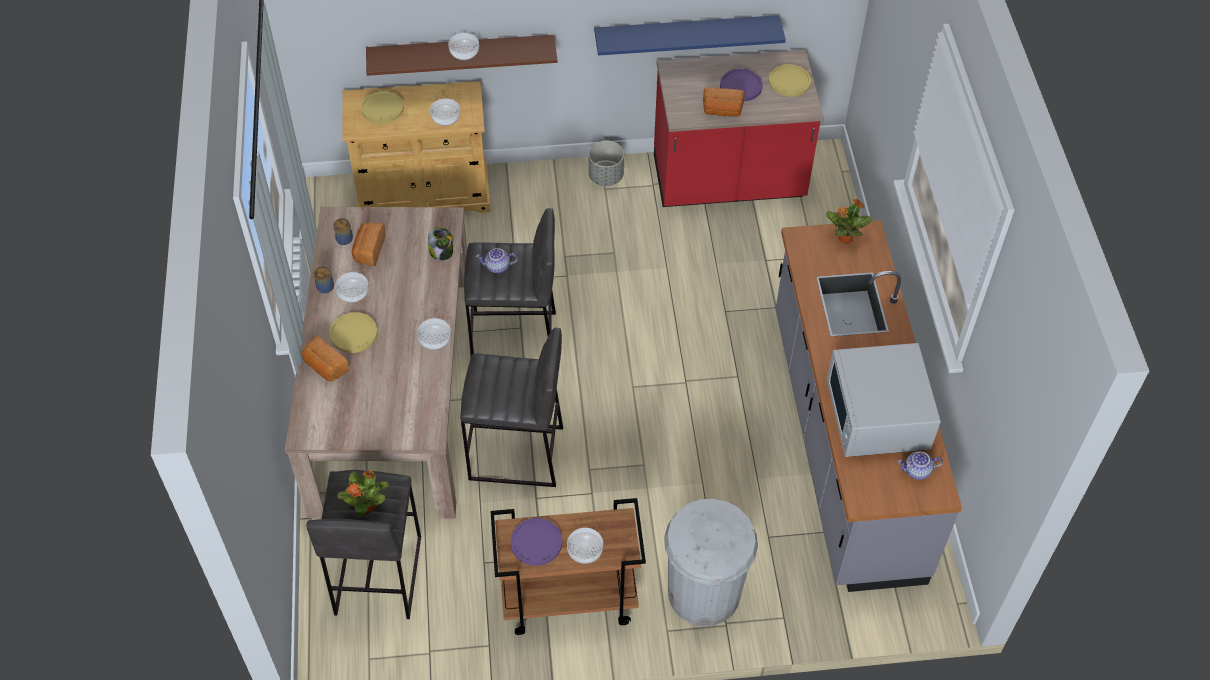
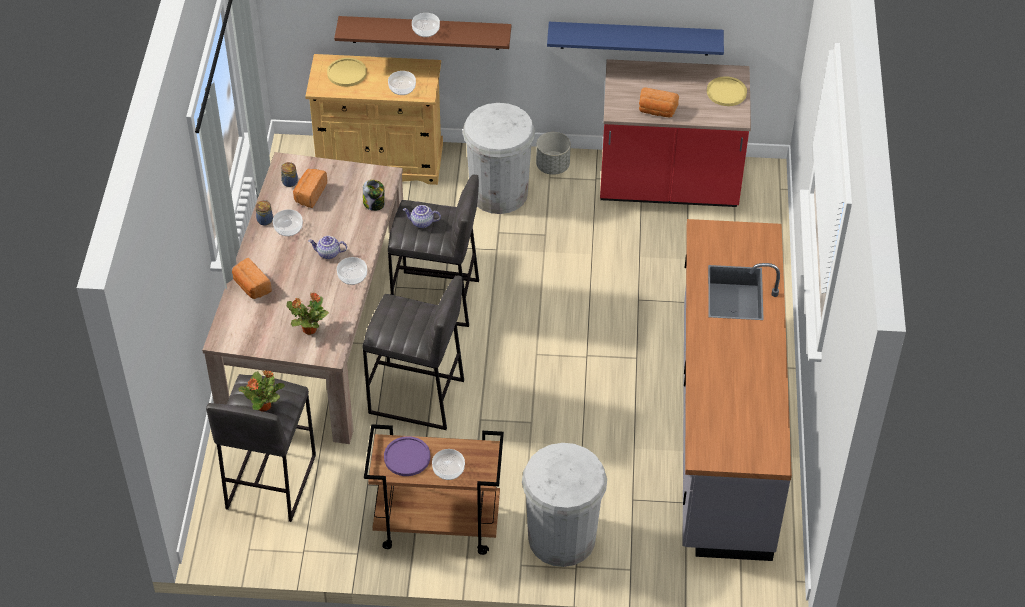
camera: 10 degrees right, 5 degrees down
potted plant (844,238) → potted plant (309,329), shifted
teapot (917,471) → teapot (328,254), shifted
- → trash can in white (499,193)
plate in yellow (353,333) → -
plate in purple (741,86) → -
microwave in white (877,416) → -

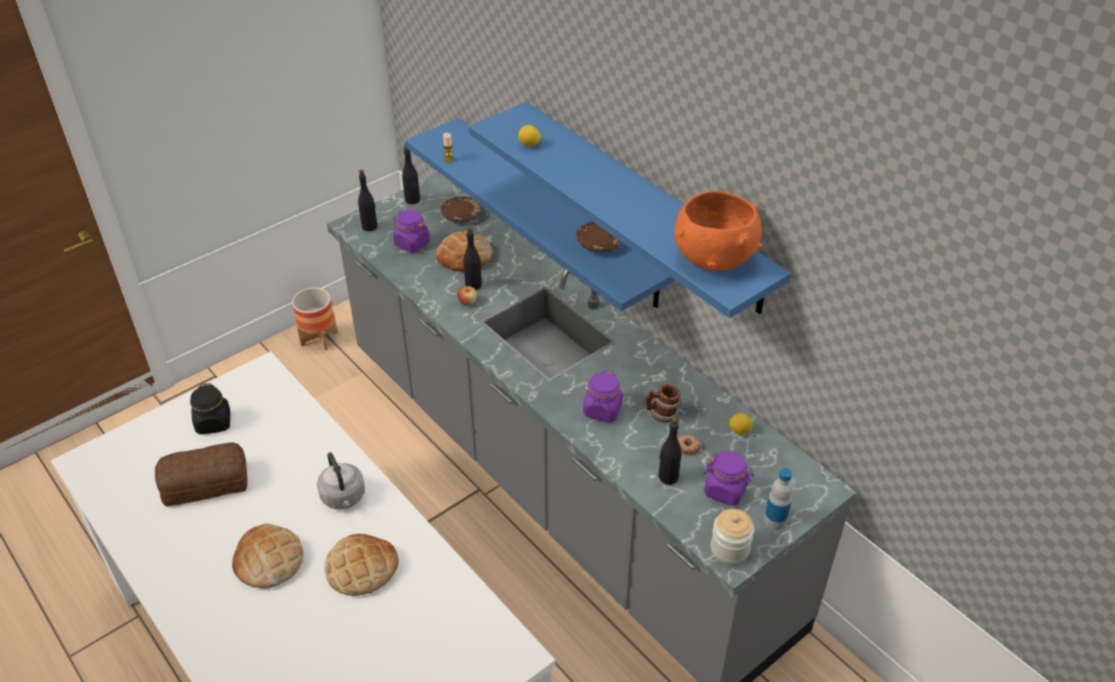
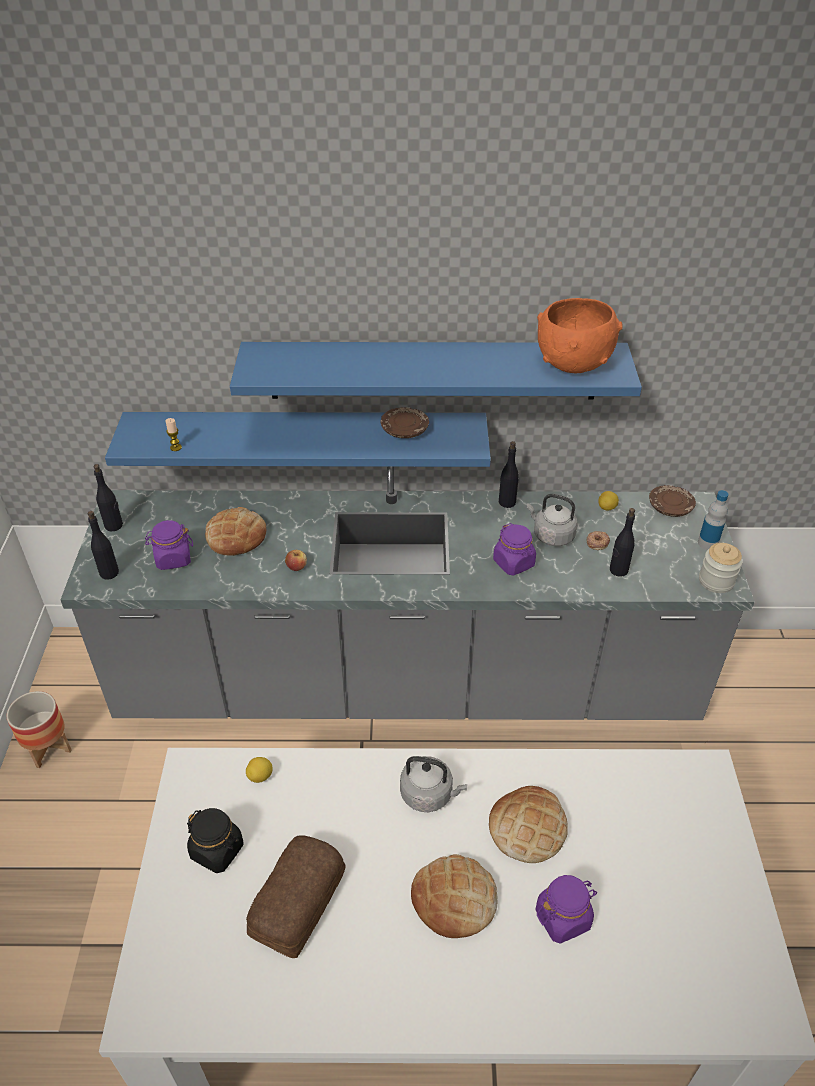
camera: 50 degrees left, 0 degrees up
lemon (529,145) → lemon (260,776), shifted
bottle in black (473,285) → bottle in black (507,502), shifted
mug (661,414) → kettle in grey (551,535)
jar in purple (725,490) → jar in purple (563,918), shifted
plate in brown (461,215) → plate in brown (670,507), shifted

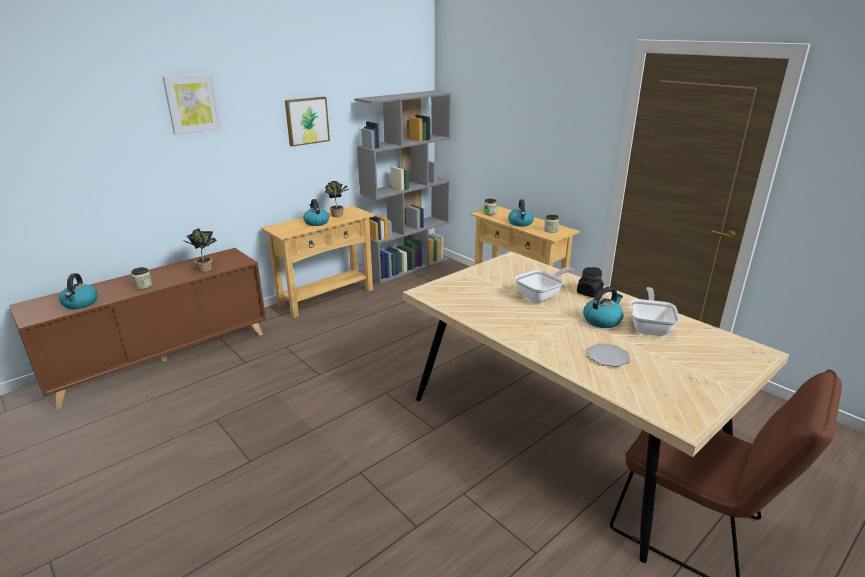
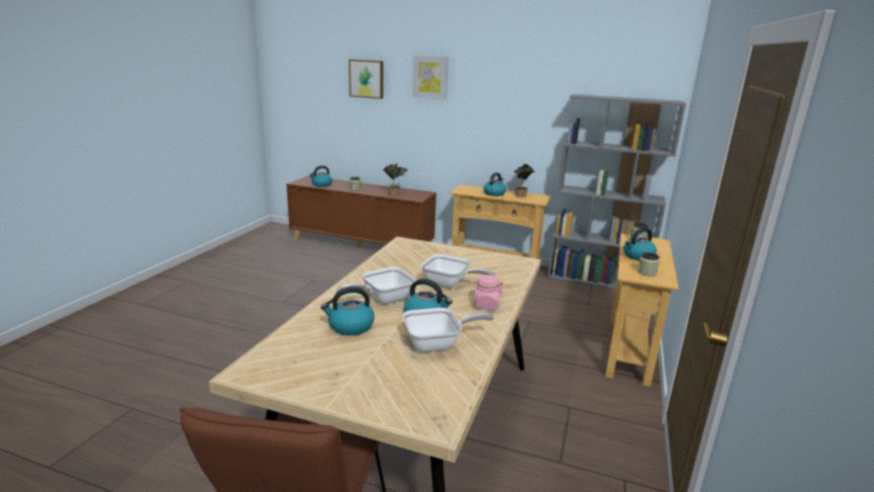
camera: 60 degrees right, 5 degrees down
plate (608,356) → kettle (350,327)
- → frying pan (382,299)
picture (306,121) → picture (367,78), shifted
jar in black (589,293) → jar in pink (485,305)

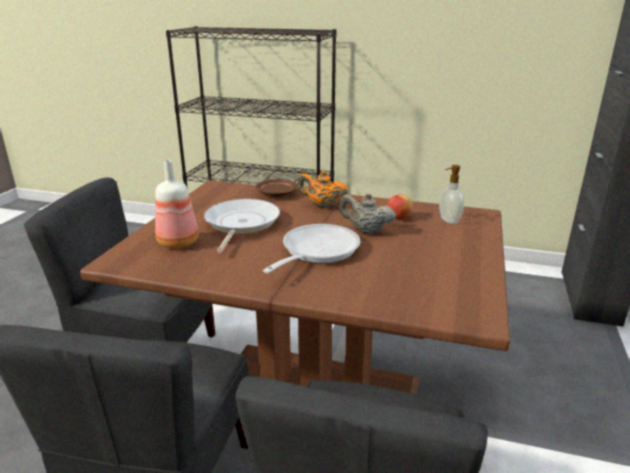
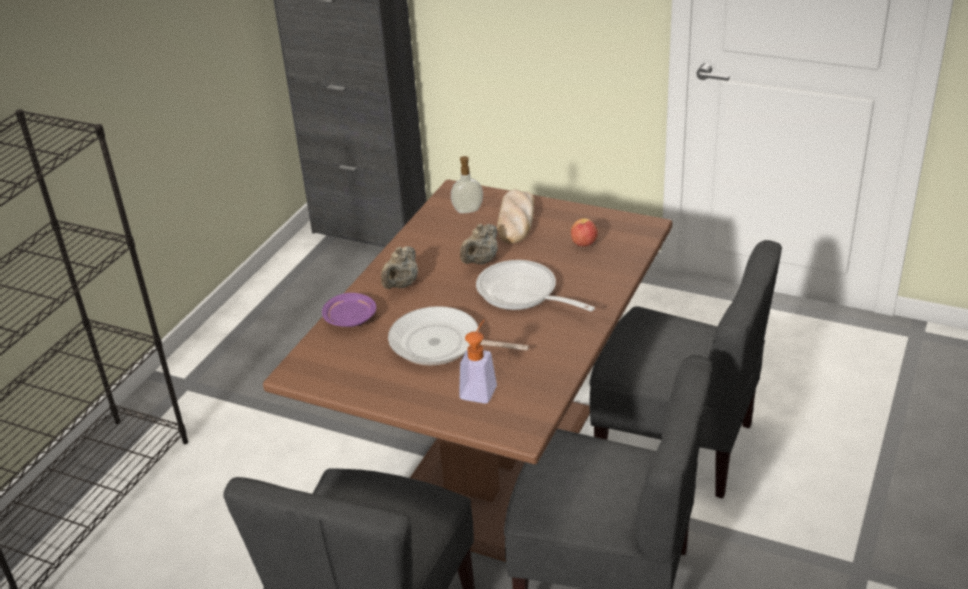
camera: 80 degrees left, 10 degrees up
plate in brown (276,194) → plate in purple (350,318)
teapot in orange (322,205) → teapot in beige (401,285)
bottle (177,242) → soap dispenser (480,388)
- → bread (516,220)
apple (398,217) → apple (584,243), shifted

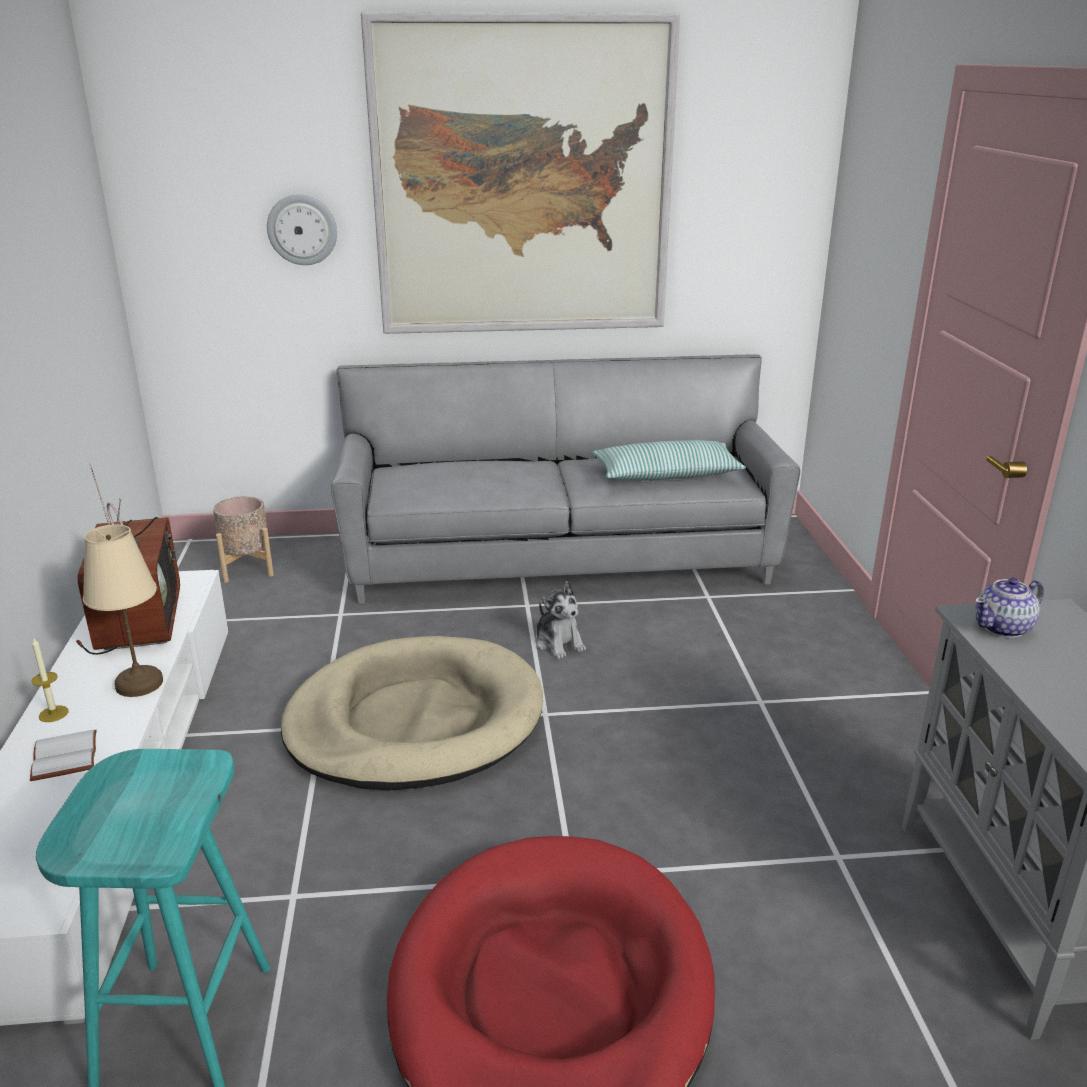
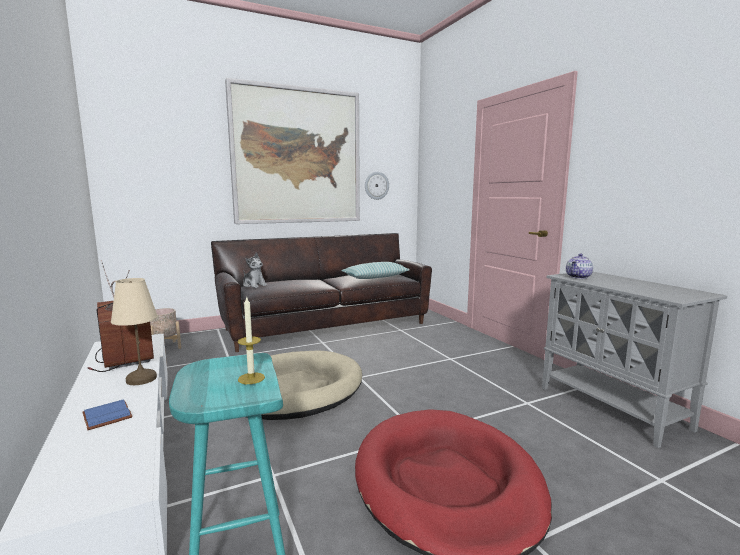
camera: 20 degrees left, 15 degrees down
book in white (63,756) → book in blue (105,416)
sofa in grey (560,559) → sofa in brown (326,326)
candle (53,714) → candle (251,378), shifted
plush toy (559,643) → plush toy (254,285), shifted
wall clock (302,229) → wall clock (376,185), shifted

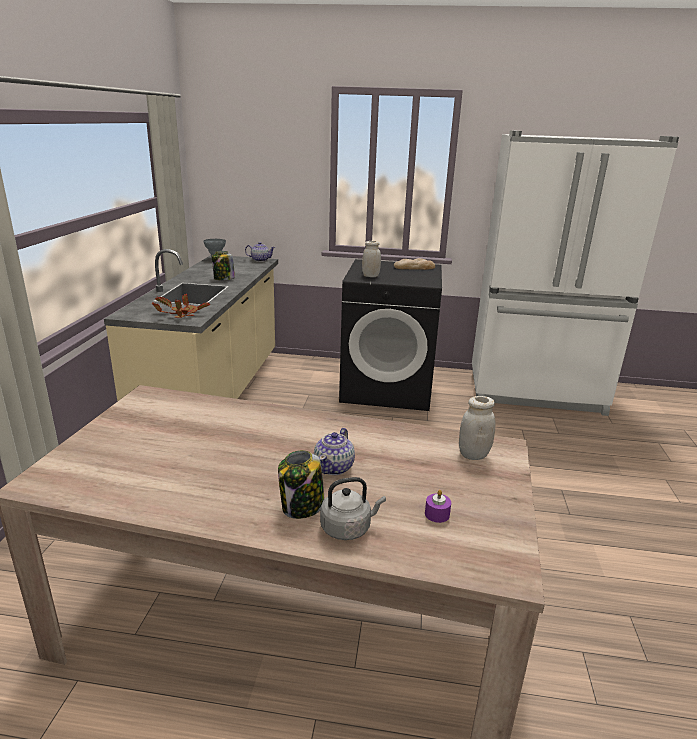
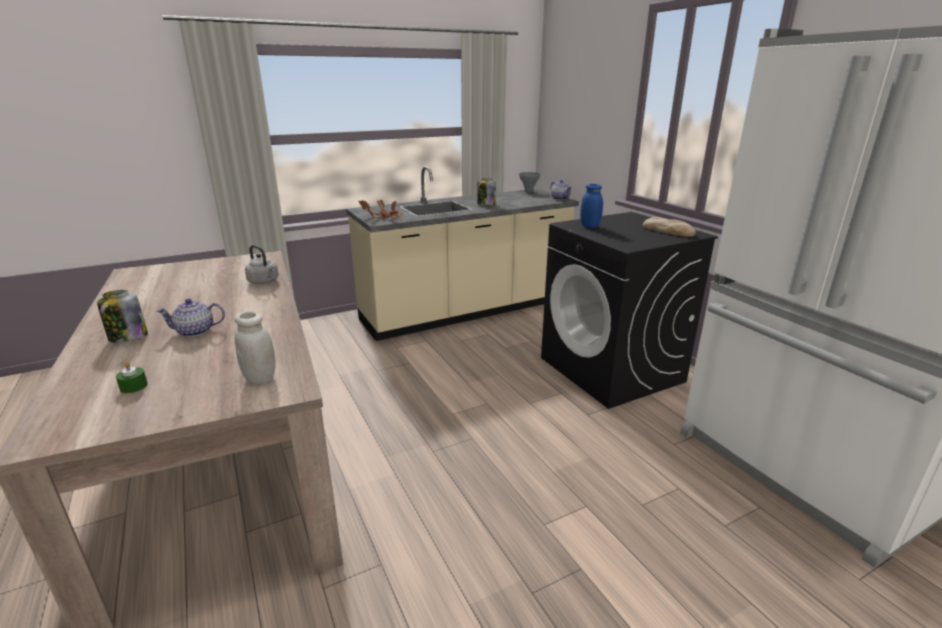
camera: 55 degrees right, 0 degrees up
candle in purple (437,514) → candle in green (134,386)
kettle in grey (348,528) → kettle in grey (264,282), shifted
jar in white (370,276) → jar in blue (589,226)

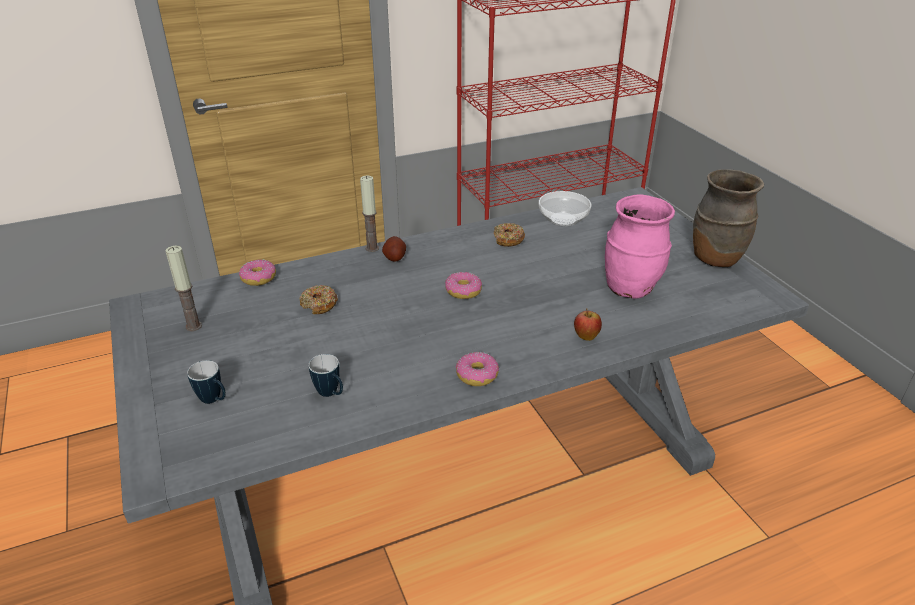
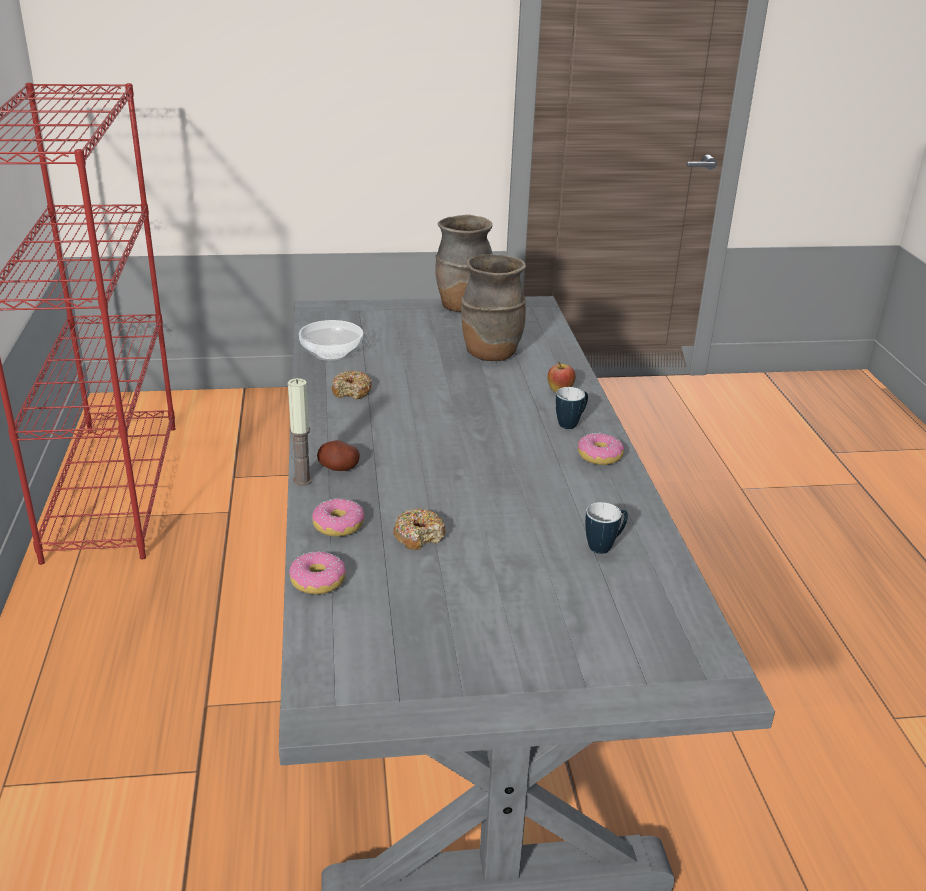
camera: 75 degrees left, 5 degrees down
donut (463,291) → donut (338,525), shifted
vase in pink (630,288) → vase in brown (490,354)
mug (214,400) → mug (571,423), shifted
candle (194,326) → -

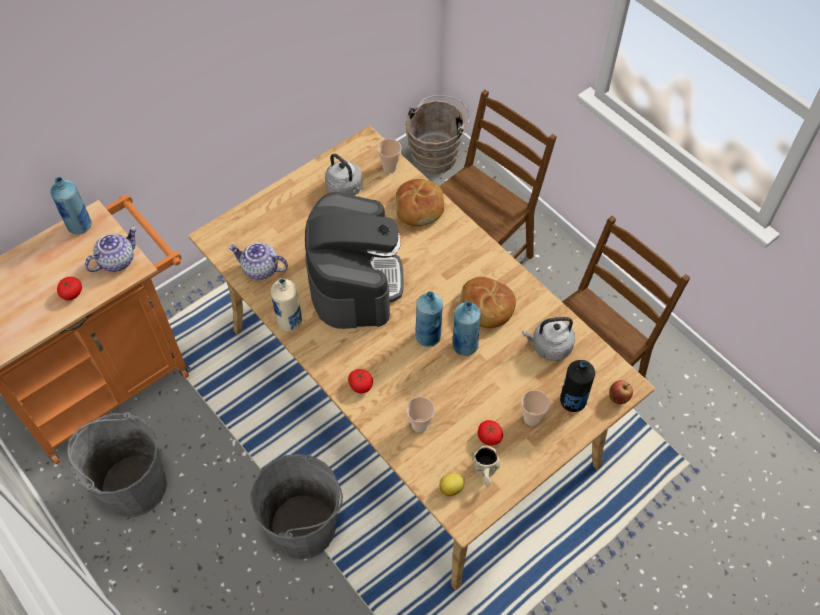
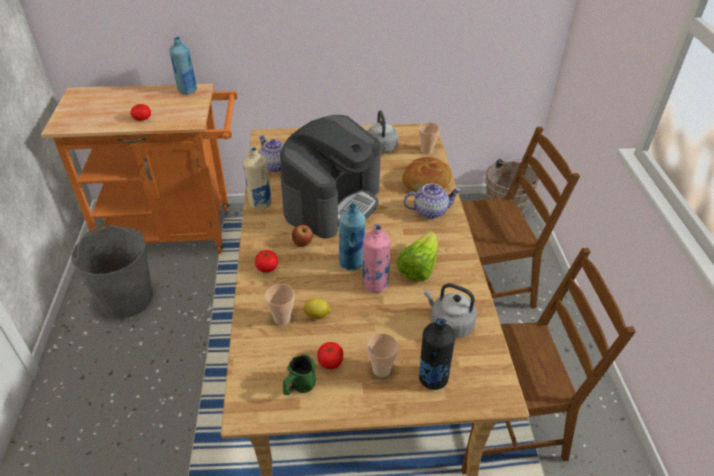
camera: 35 degrees right, 15 degrees down
mug in beige (485,474) → mug in green (298,388)
apple (618,398) → apple (303,244), shifted
lemon (452,488) → lemon (317,315), shifted
bottle in blue (464,345) → bottle in pink (375,284)
bread (486,308) → lettuce (418,268)
teapot (117,260) → teapot (430,211), shifted
bucket in grey (304,527) → -

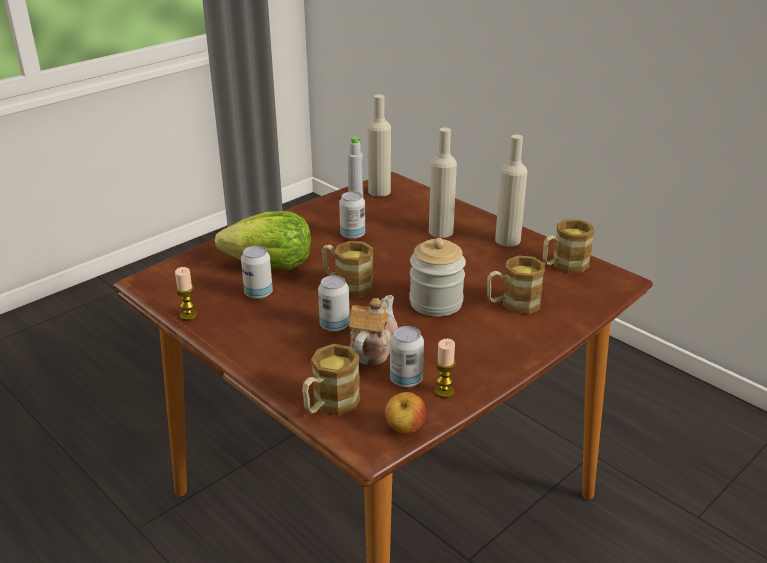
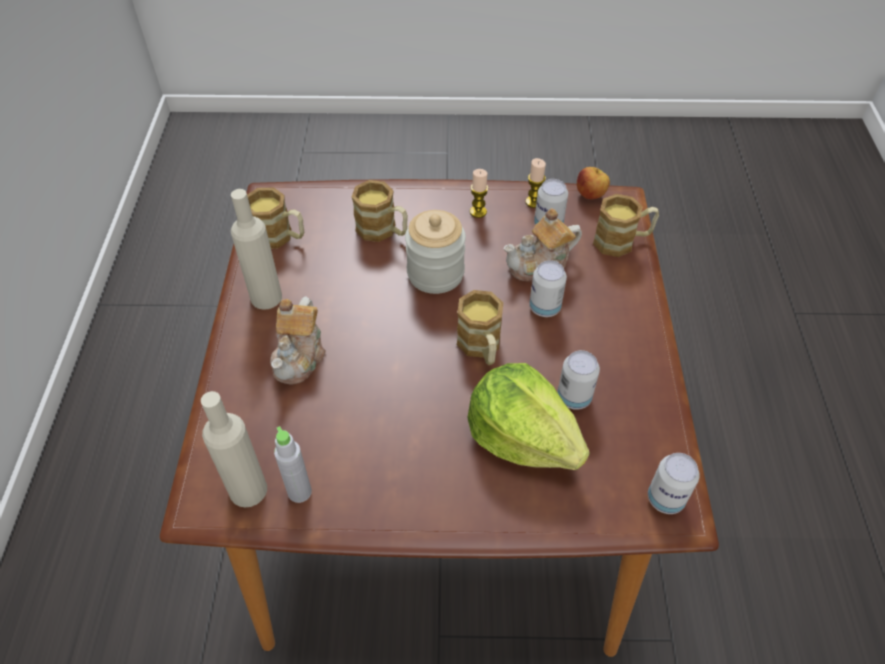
camera: 135 degrees left, 20 degrees up
bottle in beige (441,231) → teapot (300,356)
candle (188,315) → candle (478,212), shifted
can (352,235) → can (665,499), shifted

